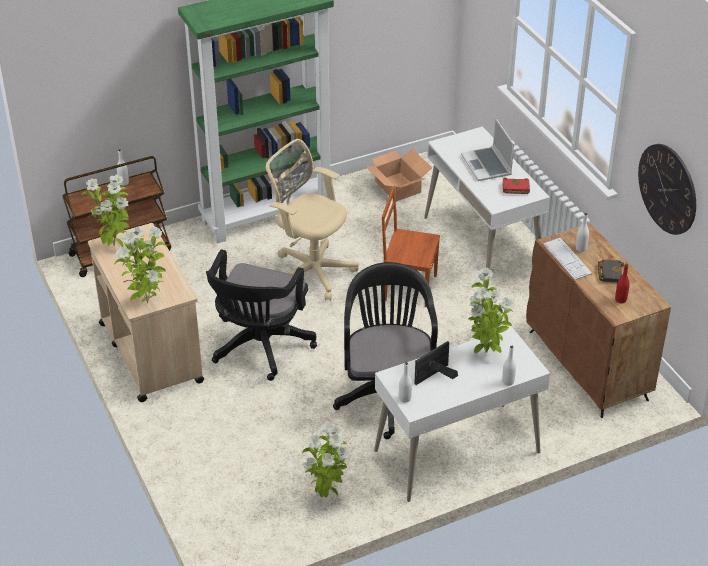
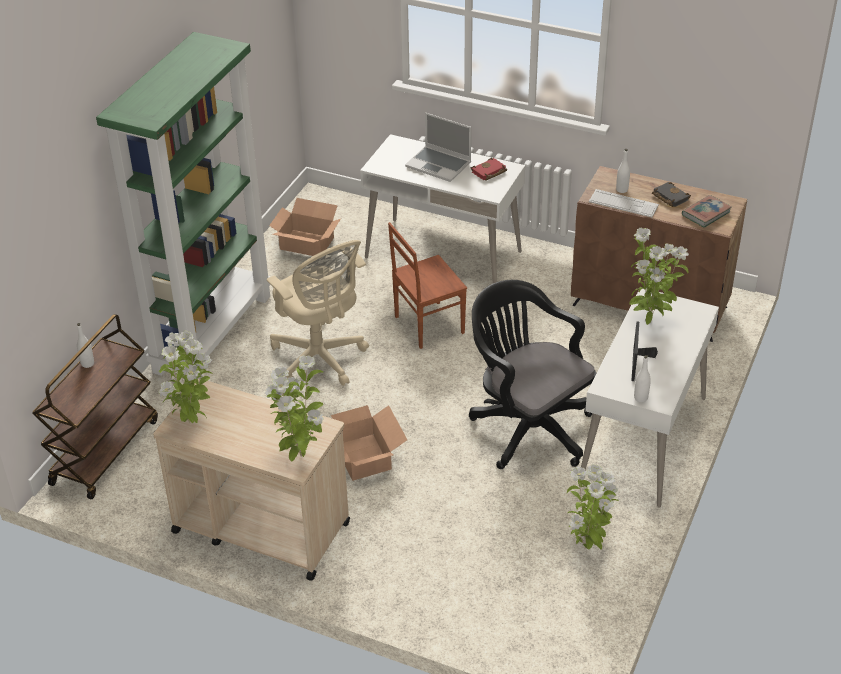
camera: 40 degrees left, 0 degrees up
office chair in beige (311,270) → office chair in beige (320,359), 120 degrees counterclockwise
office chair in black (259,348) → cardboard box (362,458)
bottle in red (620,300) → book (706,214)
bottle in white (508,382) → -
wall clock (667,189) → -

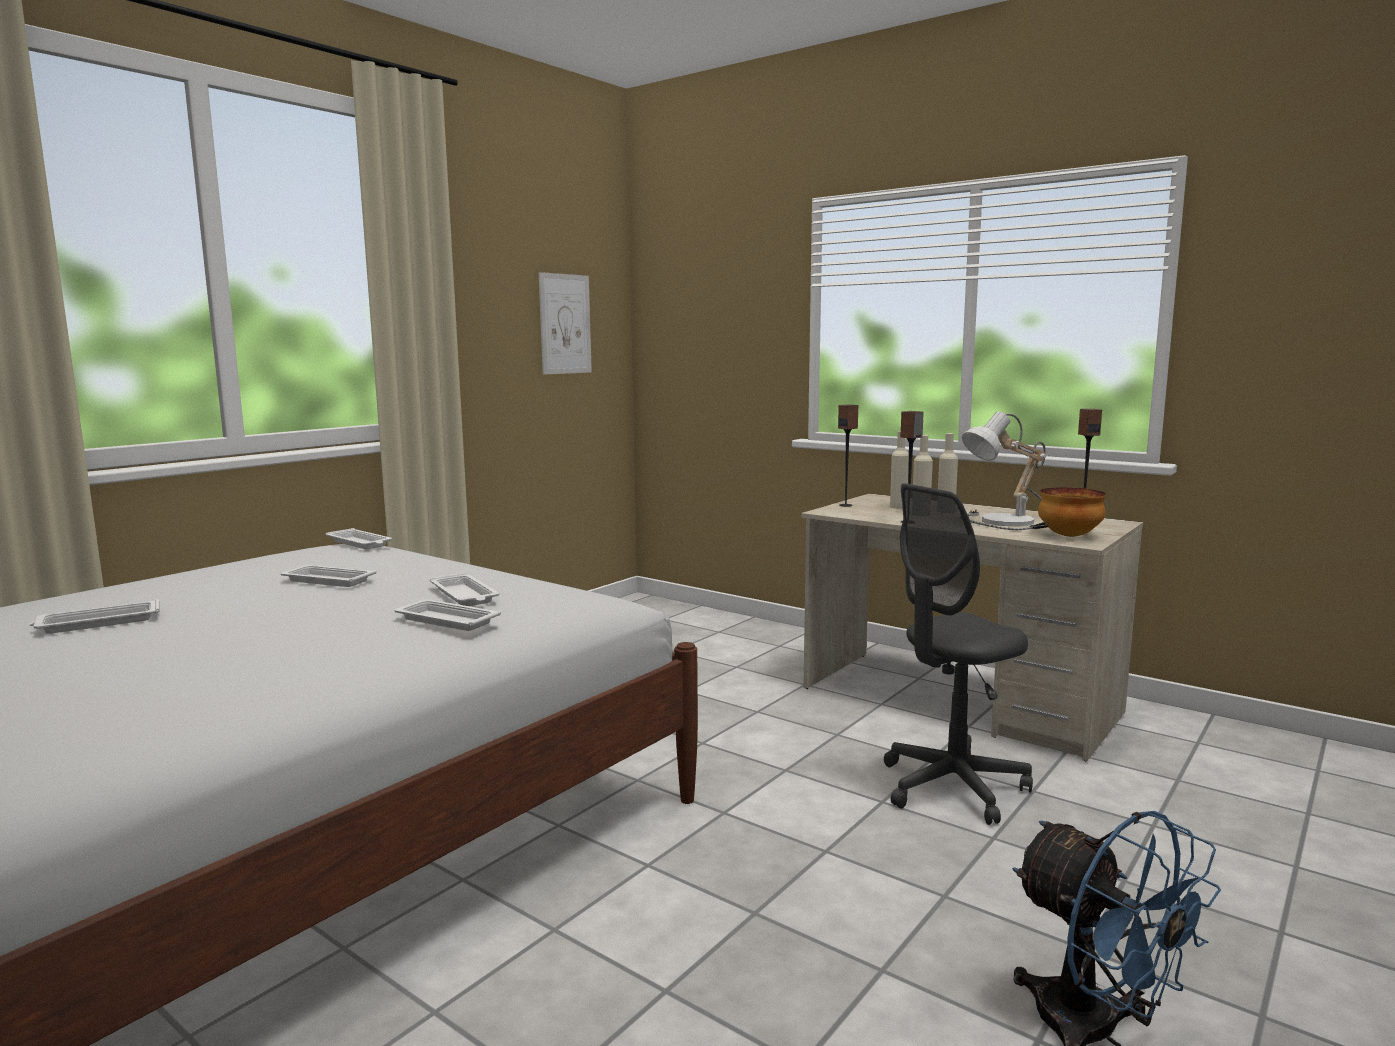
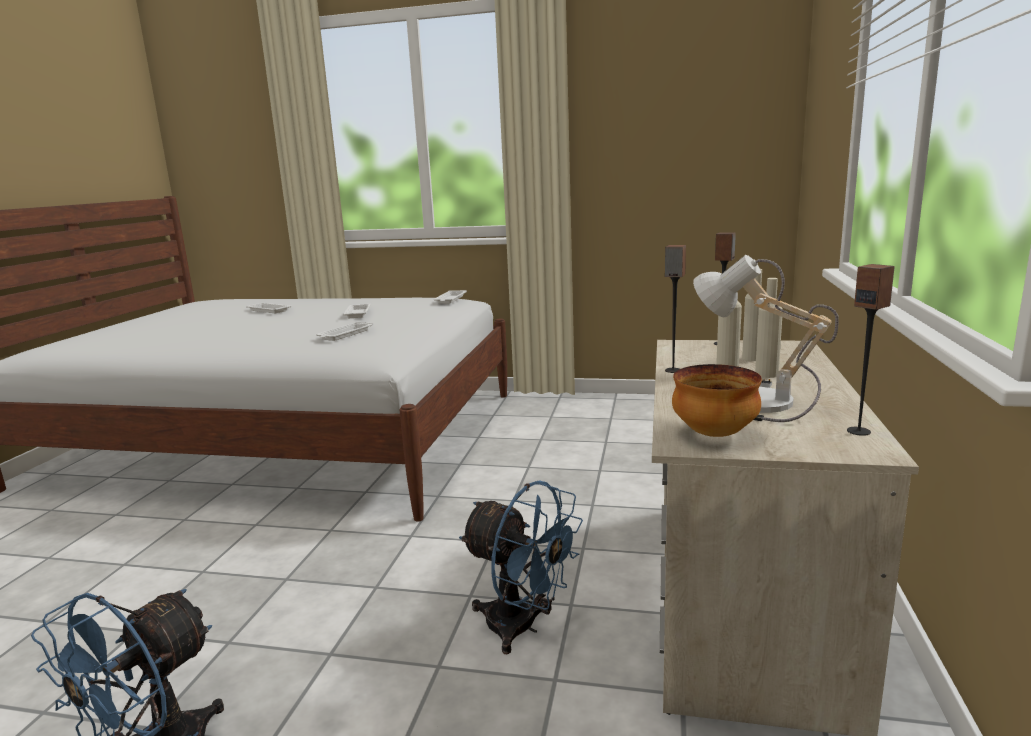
camera: 65 degrees right, 5 degrees up
office chair in grey (952,788) → fan in blue (523,627)
tray in white (445,620) → -
picture (565,324) → -

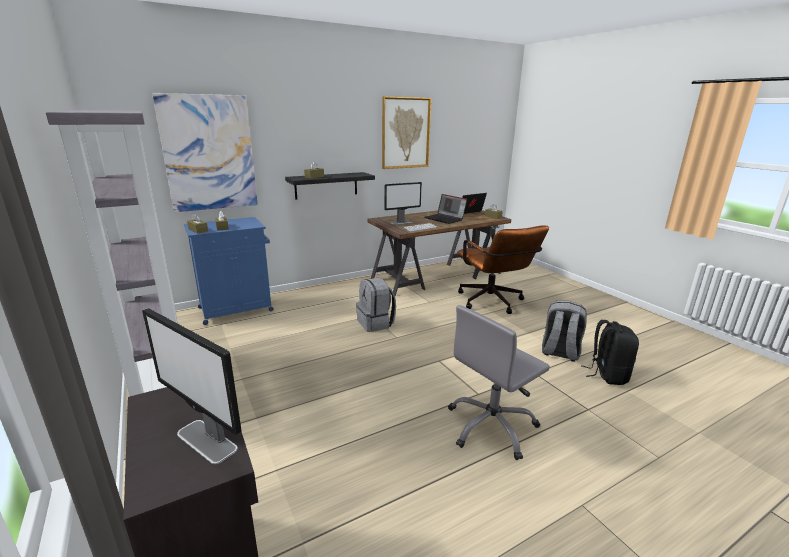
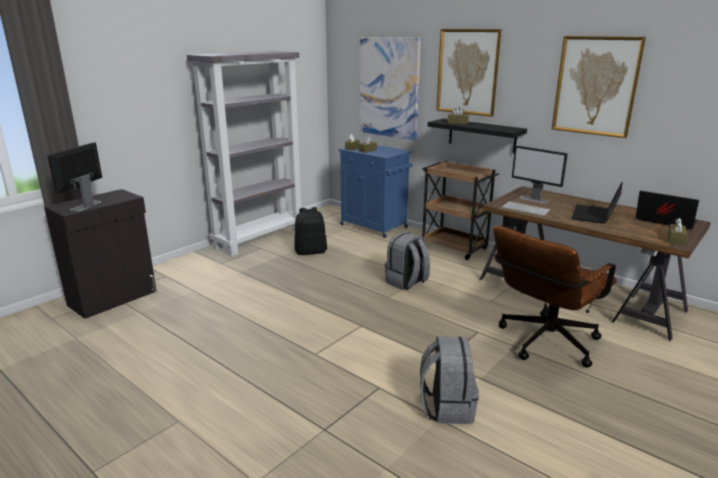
camera: 70 degrees right, 0 degrees up
backpack in black (607,374) → backpack in black (311,251), shifted
- → cart in brown (454,248)
- → picture (467,72)
office chair in grey (491,426) → -

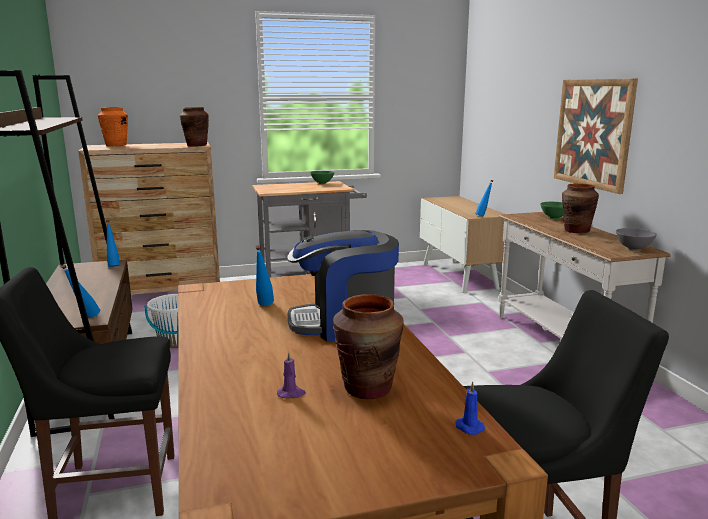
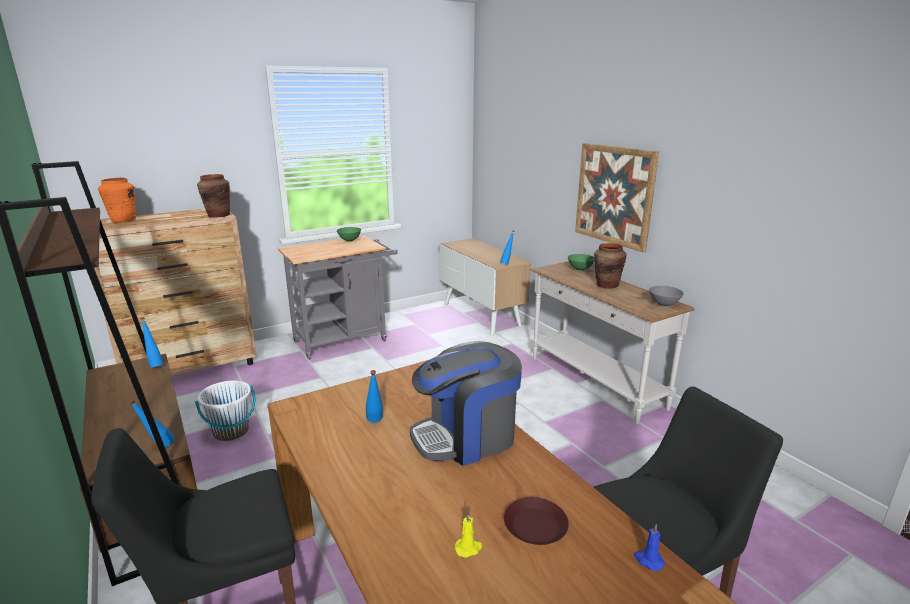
camera: 15 degrees left, 5 degrees up
candle in purple (291,393) → candle in yellow (468,548)
vase in brown (367,388) → plate in brown (535,526)

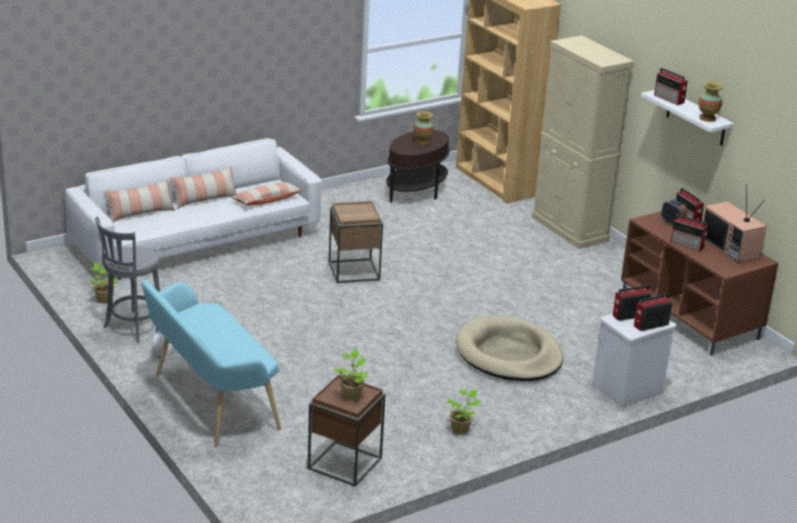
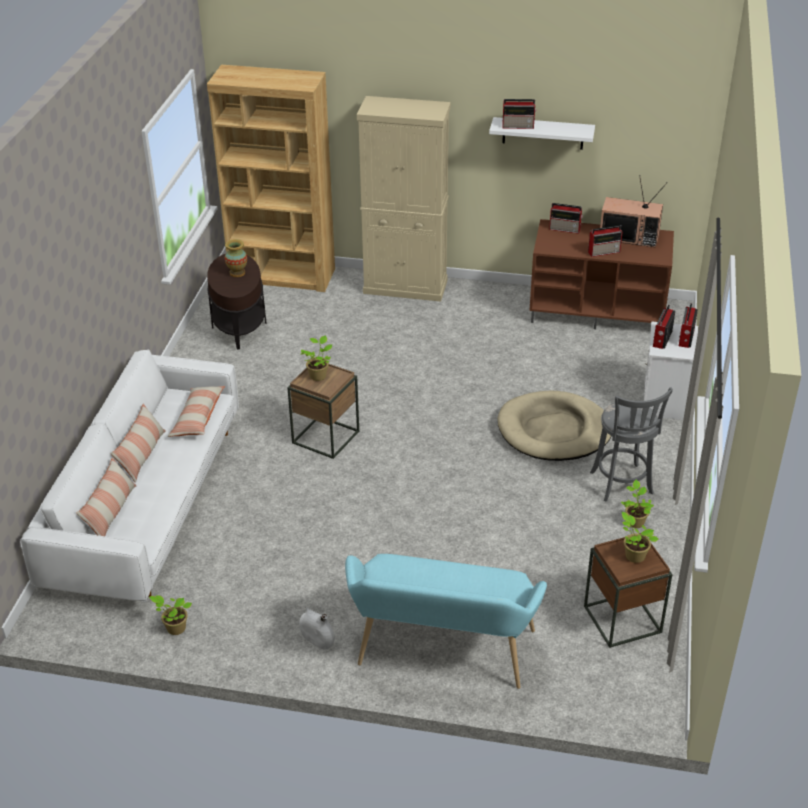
camera: 45 degrees left, 10 degrees up
- → potted plant (318,375)
stool in grey (132,328) → stool in grey (622,485), shifted
alarm clock (672,224) → -
vase (707,118) → -

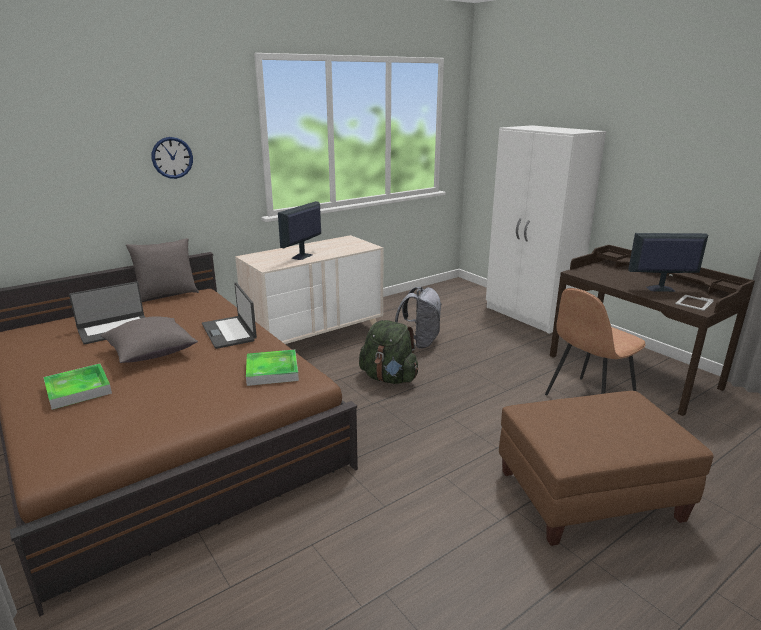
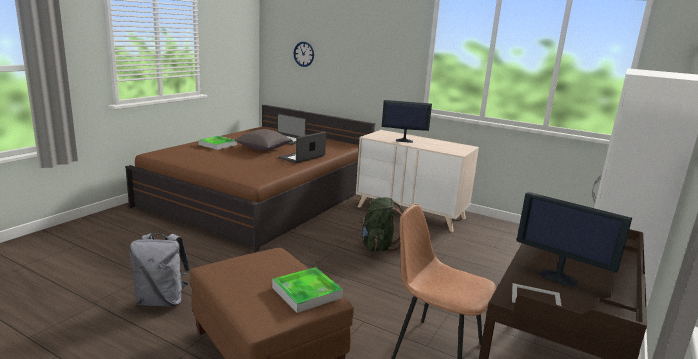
camera: 65 degrees right, 5 degrees down
backpack in grey (419,342) → backpack in grey (162,300), shifted
tray (272,371) → tray (306,292), shifted
wall clock (172,157) → wall clock (304,54), shifted
monitor (659,289) → monitor (559,278), 150 degrees clockwise
pillow in grey (167,295) → -

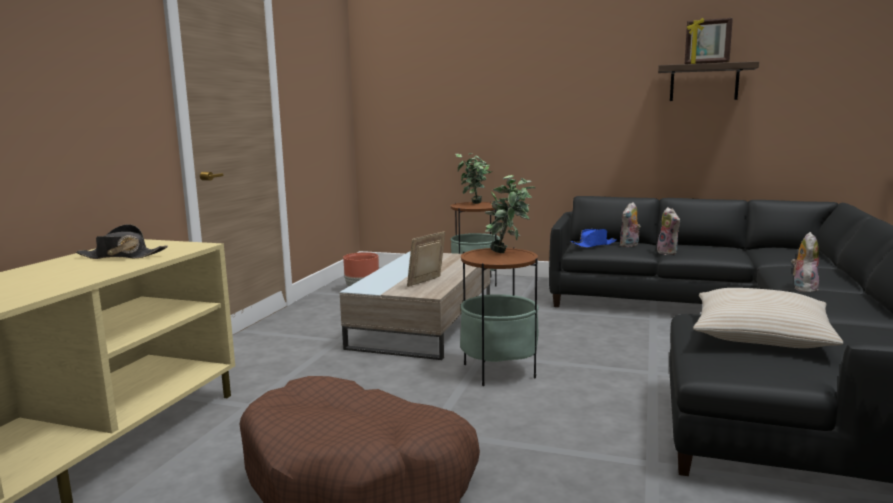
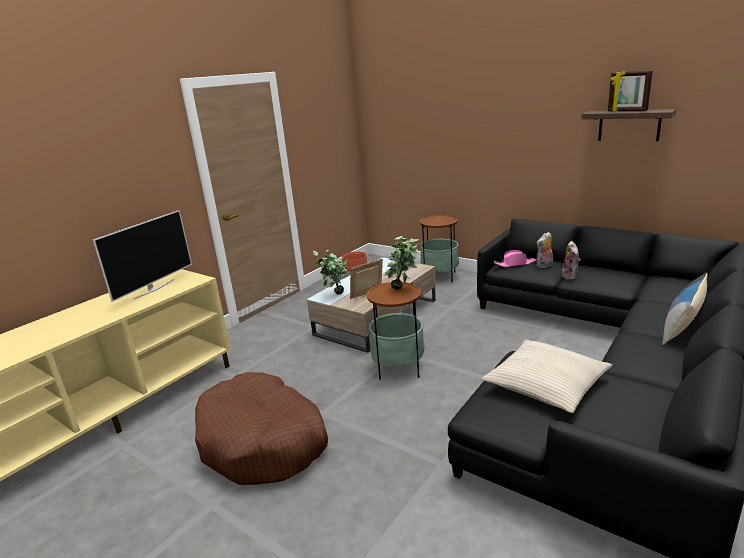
camera: 20 degrees right, 10 degrees up
hat in black (122,256) → television (154,289)
potted plant (474,204) → potted plant (335,295), shifted
hat in blue (593,245) → hat in pink (515,264)
- → pillow (682,327)
plush toy (803,288) → -

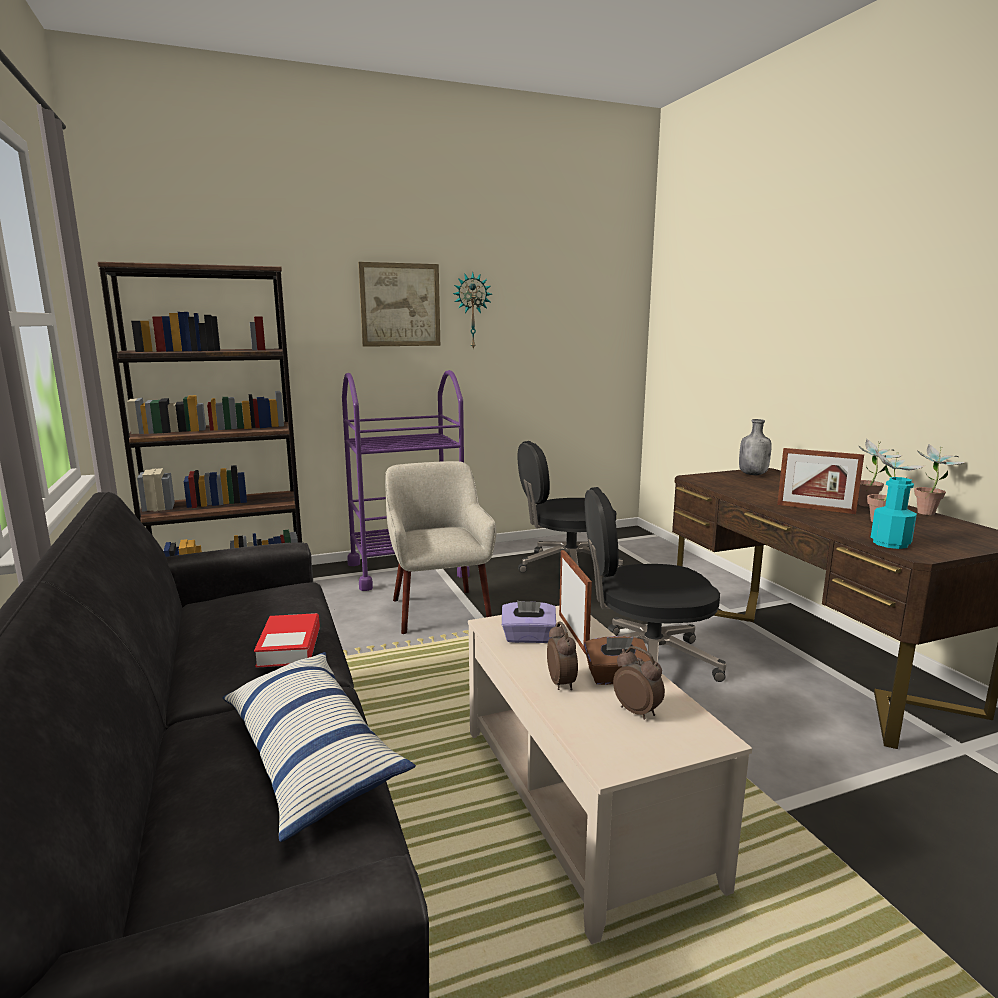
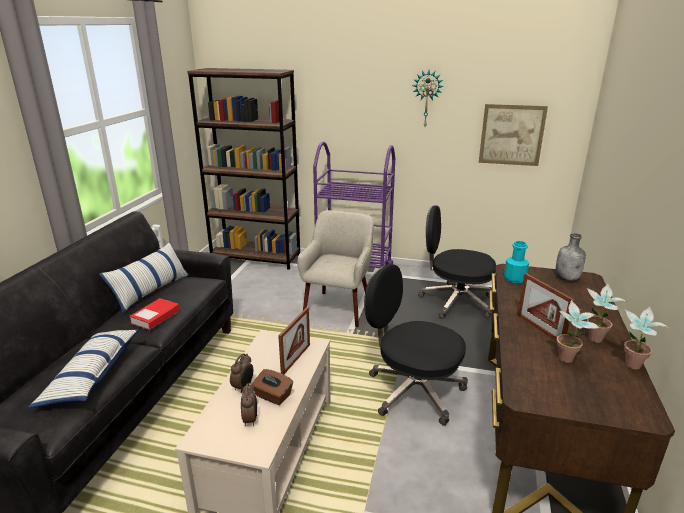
camera: 35 degrees right, 10 degrees up
- → pillow (151,291)
picture (400,305) → picture (511,135), shifted
bottle in turquoise (890,543) → bottle in turquoise (514,279), shifted
tissue box in purple (528,637) → -

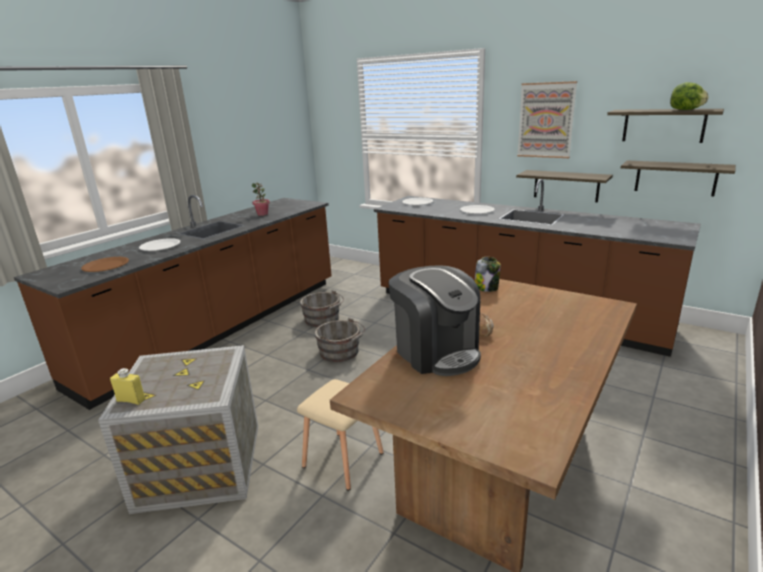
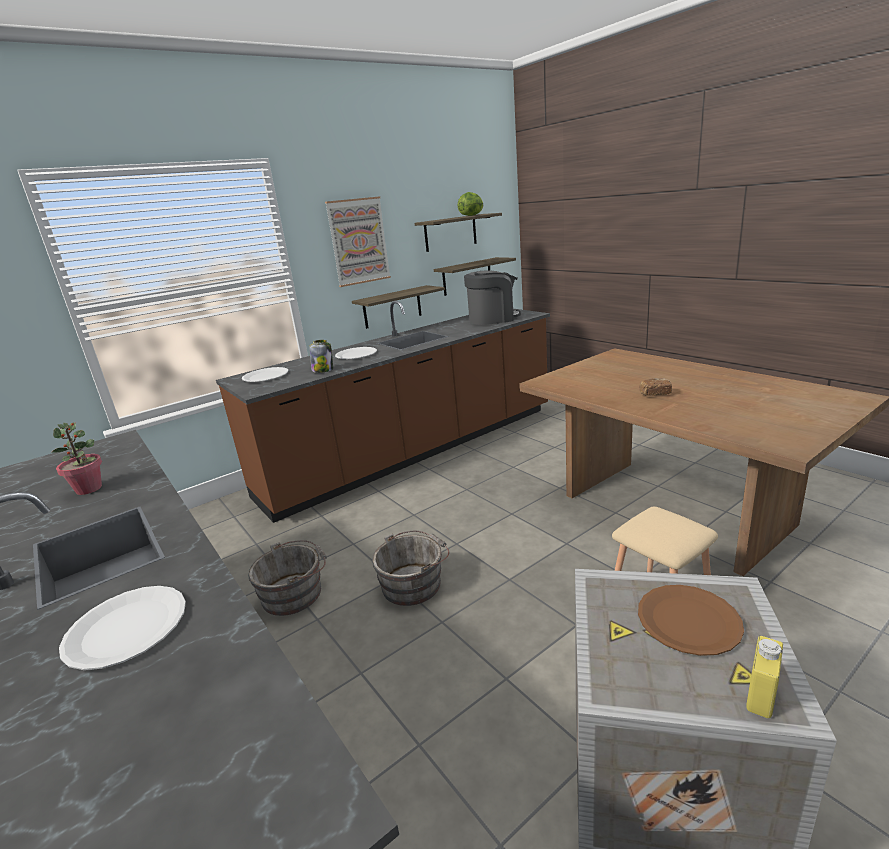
camera: 70 degrees left, 0 degrees up
jar (486,287) → jar (323,370), shifted
coffee machine (436,352) → coffee machine (493,319), shifted
plate in brown (106,266) → plate in brown (688,621), shifted

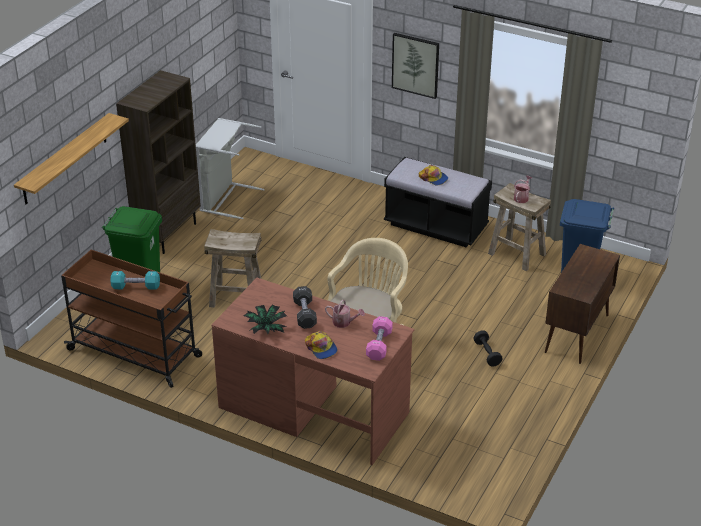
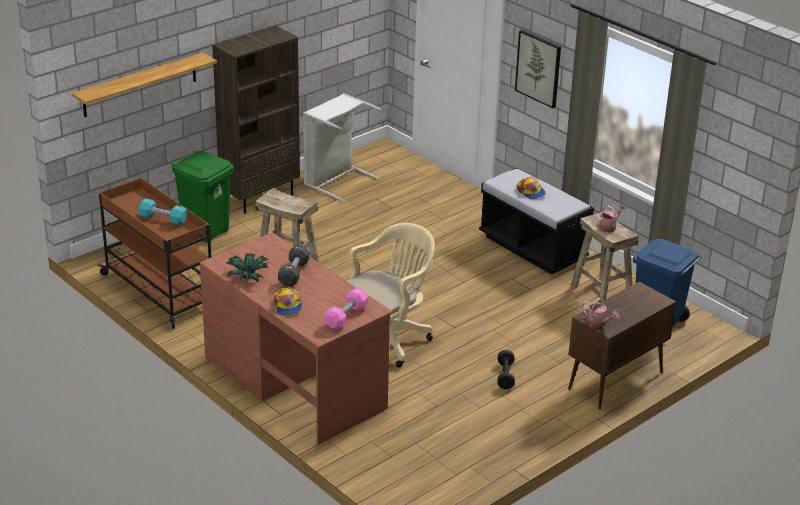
camera: 20 degrees right, 5 degrees down
watering can (344,322) → watering can (598,323), shifted

